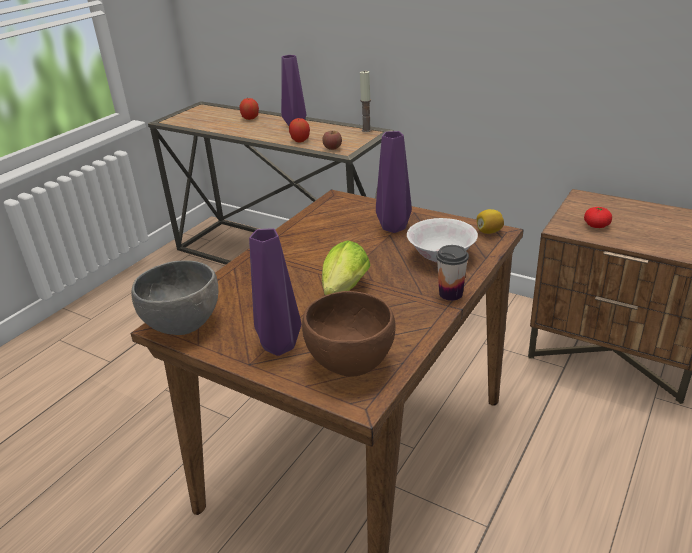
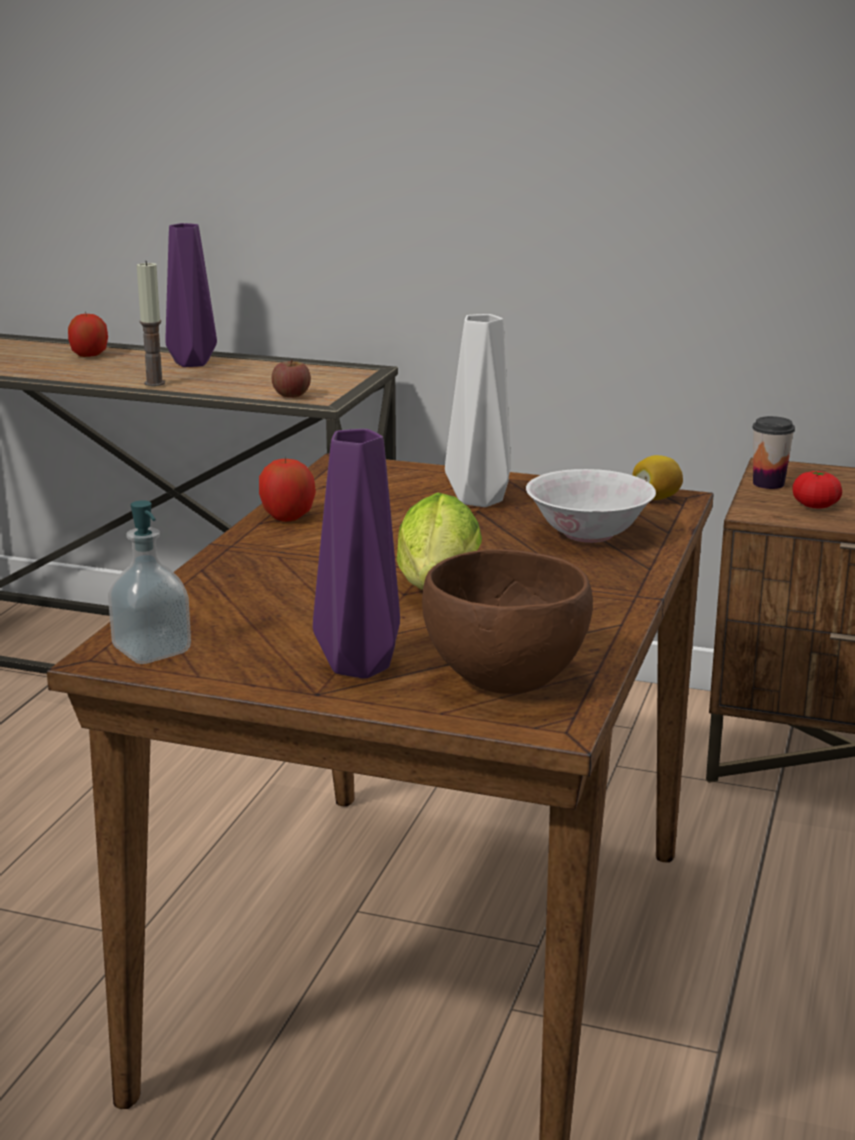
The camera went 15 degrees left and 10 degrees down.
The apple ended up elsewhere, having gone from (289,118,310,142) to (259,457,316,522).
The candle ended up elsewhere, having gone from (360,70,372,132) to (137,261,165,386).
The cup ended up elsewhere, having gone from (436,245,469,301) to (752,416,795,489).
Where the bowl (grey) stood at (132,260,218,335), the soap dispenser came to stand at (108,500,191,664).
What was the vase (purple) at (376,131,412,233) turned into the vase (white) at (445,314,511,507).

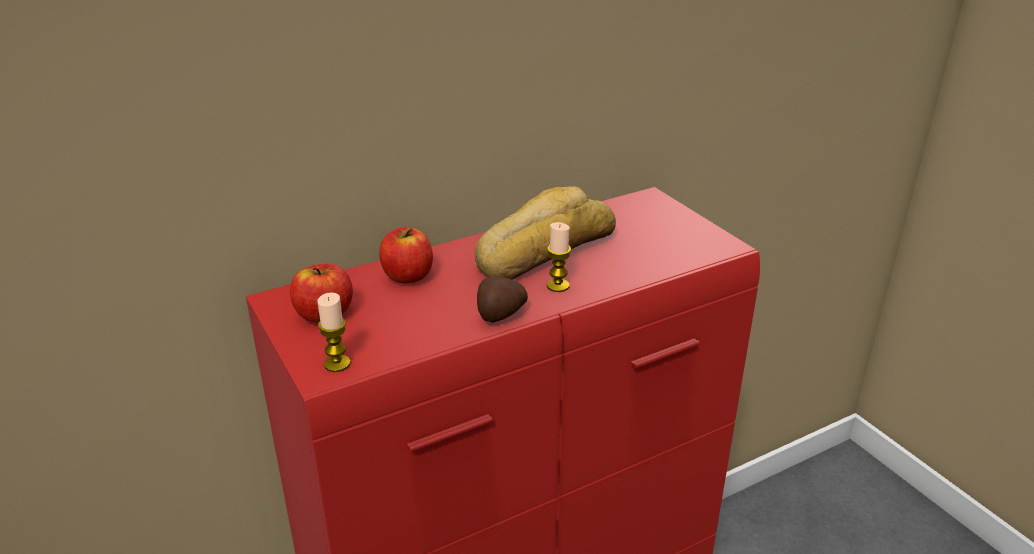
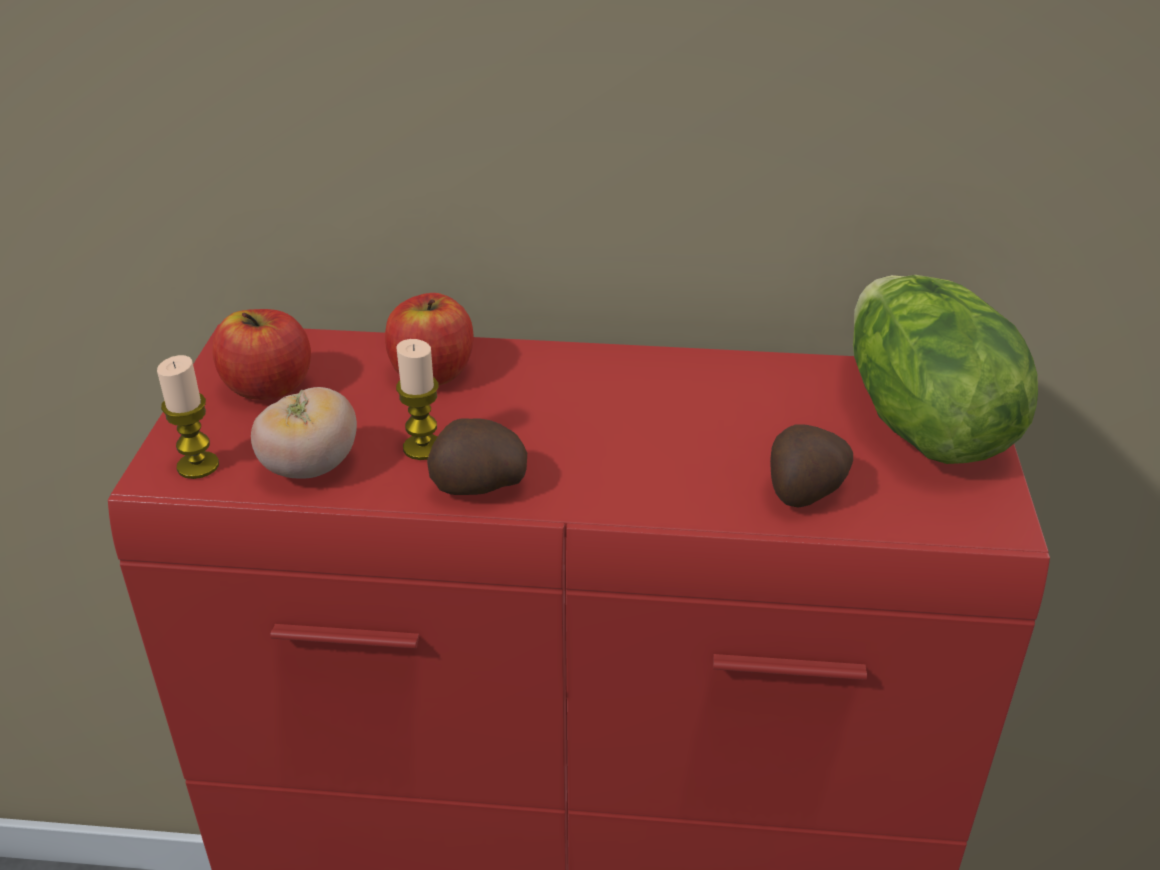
The camera went 35 degrees right and 5 degrees up.
The second view lost the bread at (474,186,616,280).
The second view gained the tomato at (251,387,357,478).
The second view gained the potato at (770,424,853,508).
The second view gained the lettuce at (853,275,1038,464).
The candle ended up elsewhere, having gone from (547,222,571,292) to (396,339,439,460).

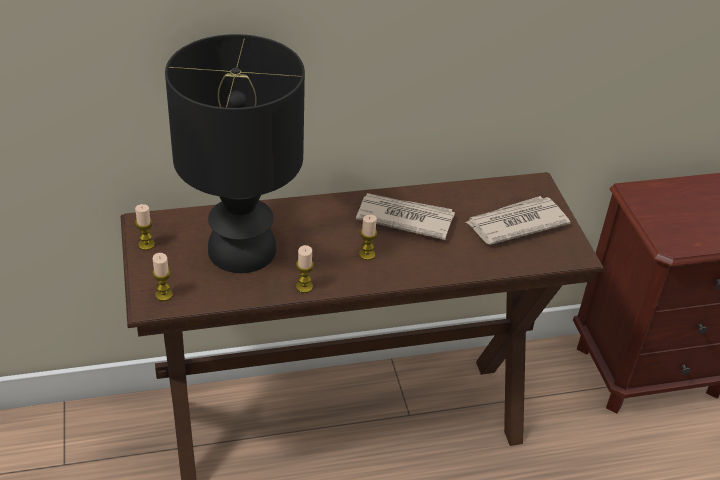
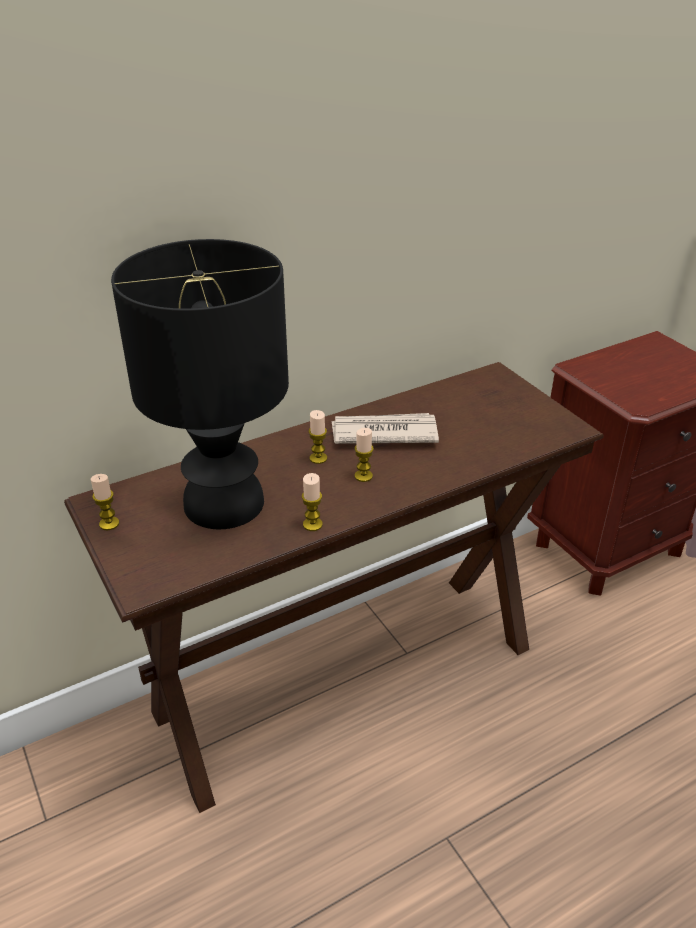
The camera went 15 degrees left and 5 degrees down.
The second view lost the newspaper at (466,196,570,245).
The candle ended up elsewhere, having gone from (152,253,173,301) to (308,410,327,464).

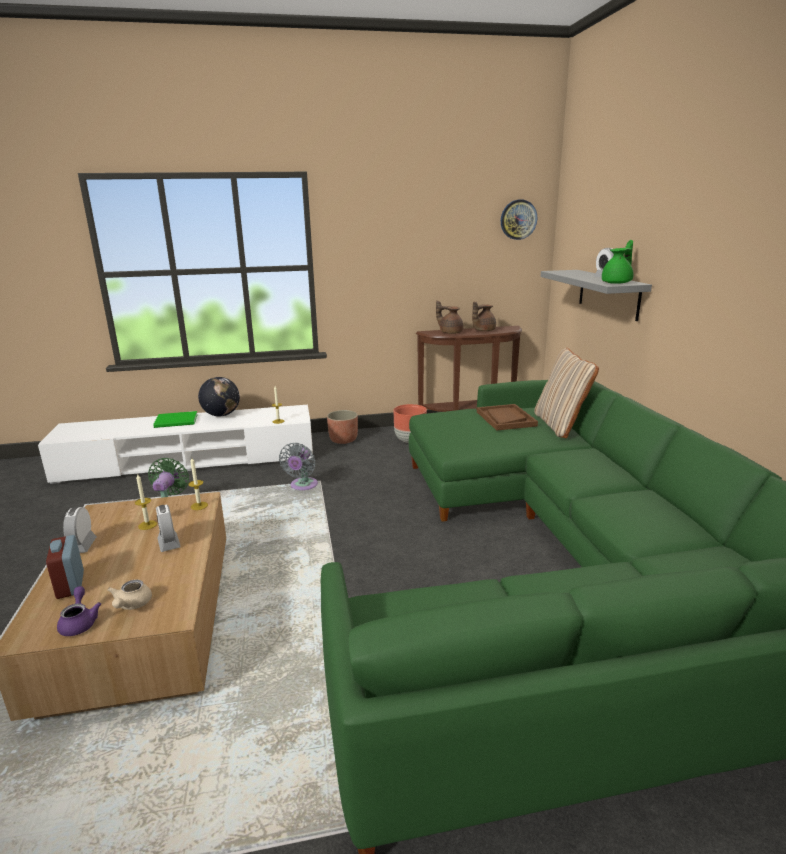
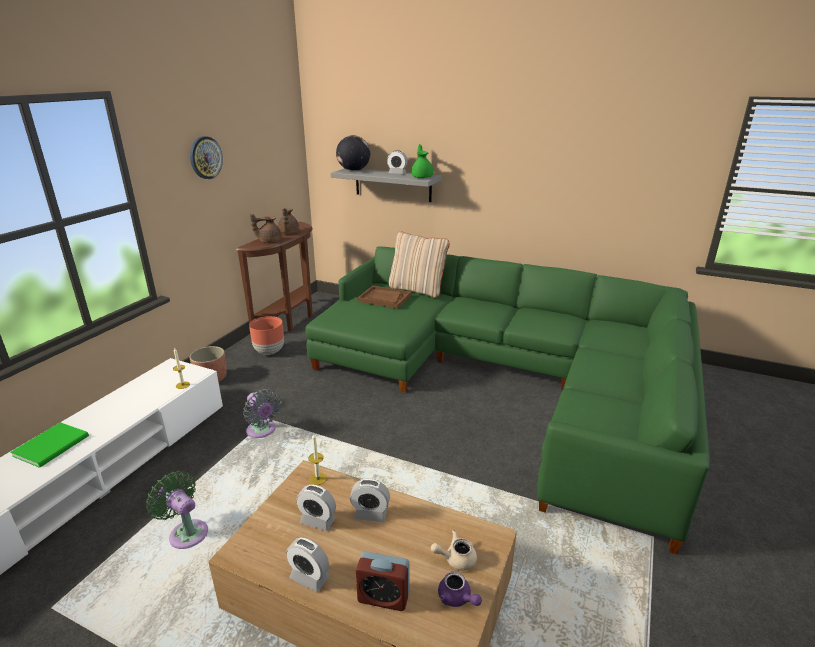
The camera went 55 degrees left and 5 degrees up.
The globe ended up elsewhere, having gone from (198,377,240,417) to (336,135,370,171).
The wall clock ended up elsewhere, having gone from (501,200,537,240) to (190,136,223,179).
Where the candle stood at (135,474,157,530), the alarm clock came to stand at (296,484,336,531).
The teapot (purple) at (57,586,101,636) ended up facing another way, 150 degrees counterclockwise from before.
The teapot (beige) at (107,579,152,610) ended up facing another way, 135 degrees clockwise from before.

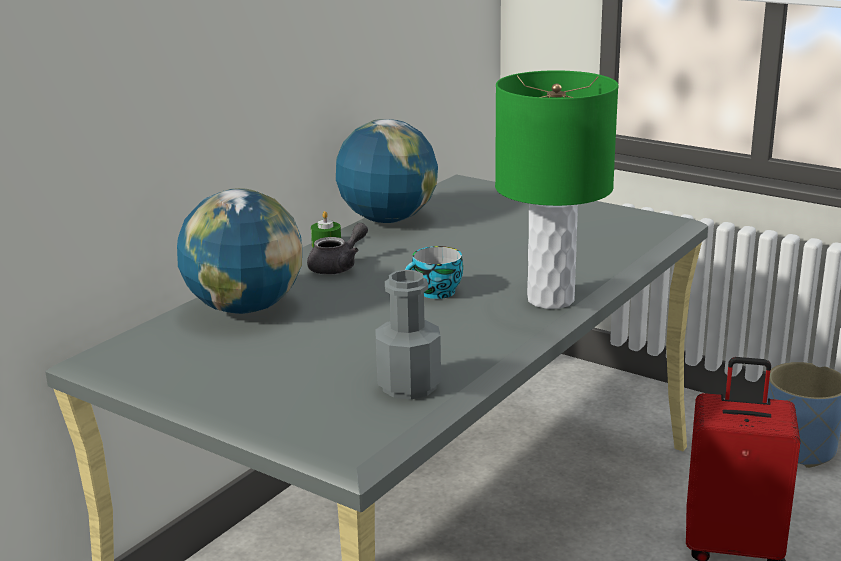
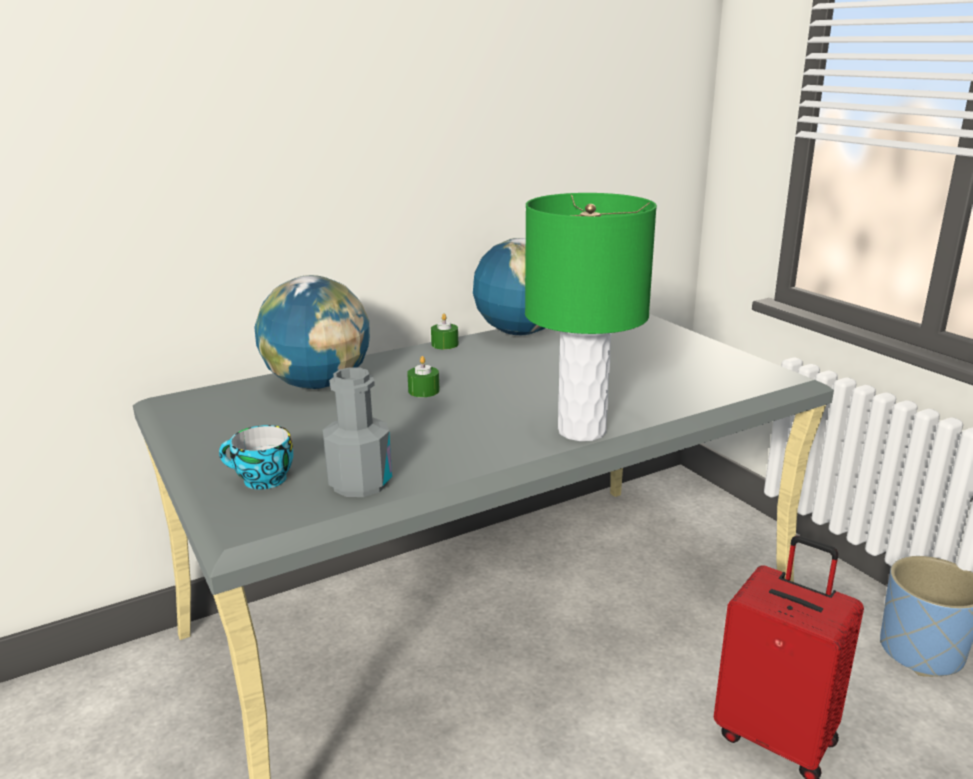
The camera went 25 degrees right and 0 degrees up.
The second view lost the teapot (grey) at (307,223,368,275).
The second view gained the candle (green) at (407,356,440,397).
The cup ended up elsewhere, having gone from (405,246,463,299) to (219,425,293,490).

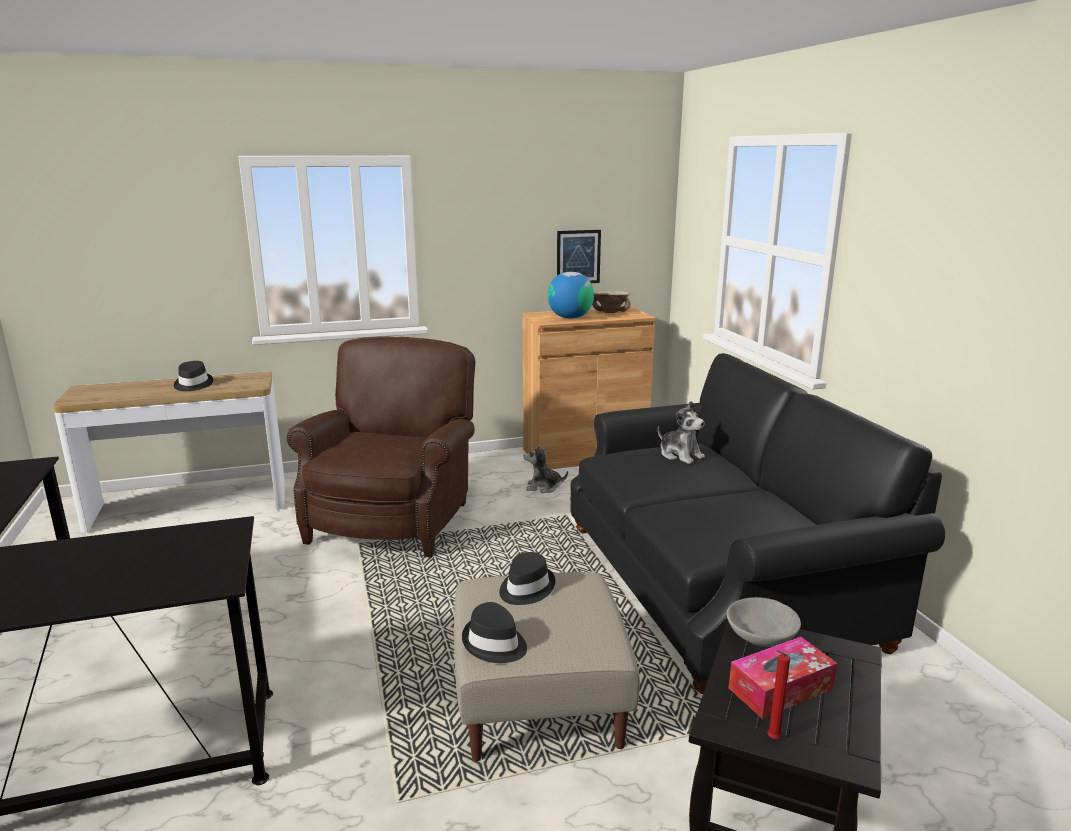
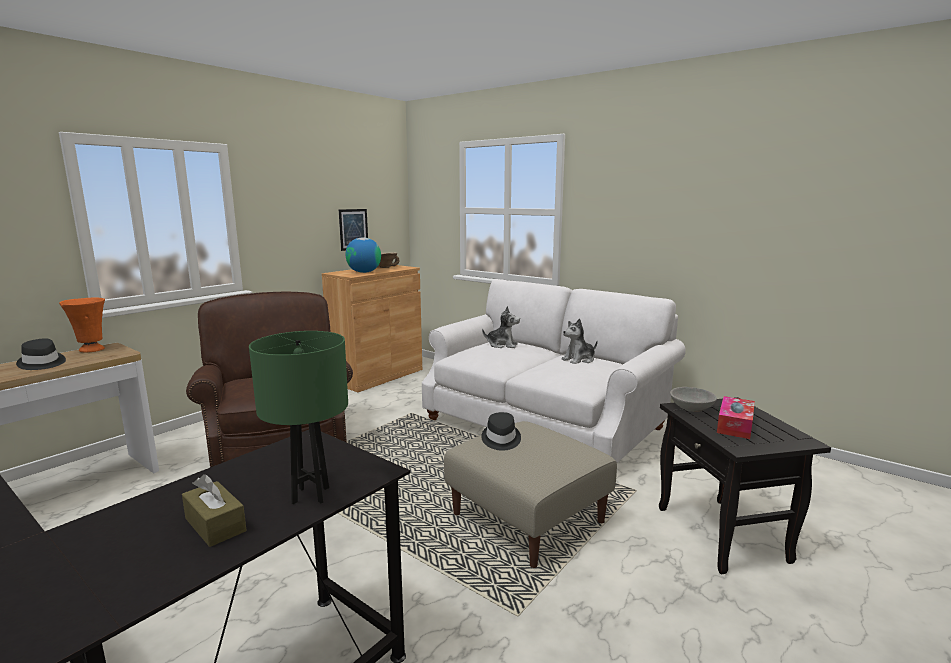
The camera went 35 degrees left and 5 degrees down.
The second view lost the hat (black) at (462,602,527,663).
The second view lost the candle (red) at (768,650,790,739).
The second view gained the vase (orange) at (59,298,105,352).
The second view gained the tissue box (brown) at (182,474,246,547).
The second view gained the table lamp (green) at (249,331,348,504).
The plush toy ended up elsewhere, having gone from (524,444,568,493) to (561,318,598,364).
What was the sofa (black) at (570,353,945,694) turned into the sofa (white) at (422,279,686,463).

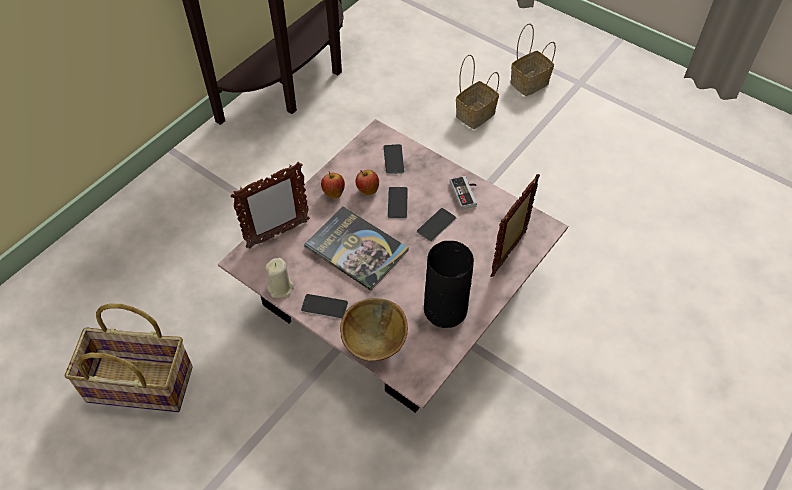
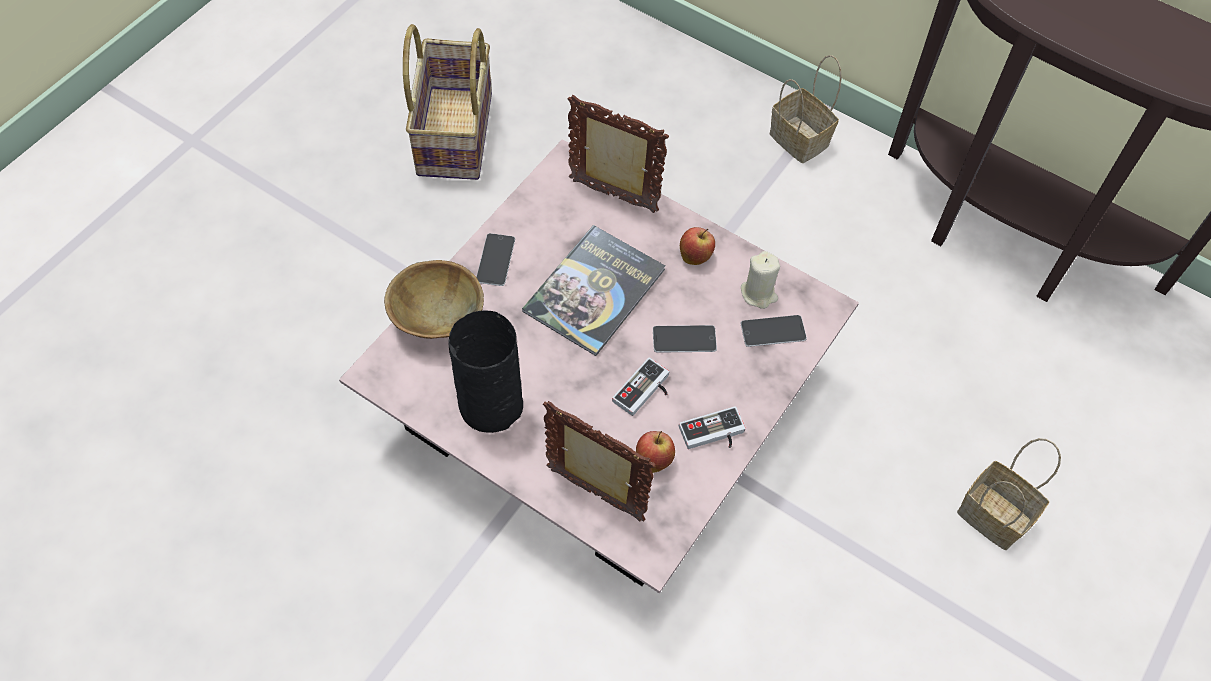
The camera went 85 degrees right and 5 degrees up.
The candle (beige) ended up elsewhere, having gone from (265,258,294,298) to (741,251,780,309).
The apple ended up elsewhere, having gone from (356,170,379,195) to (636,431,675,473).
The basket ended up elsewhere, having gone from (510,24,556,96) to (770,55,842,163).
Where the phone stood at (416,208,456,242), the game controller came to stand at (612,358,669,416).
The picture frame at (230,162,310,249) ended up facing another way, 150 degrees clockwise from before.

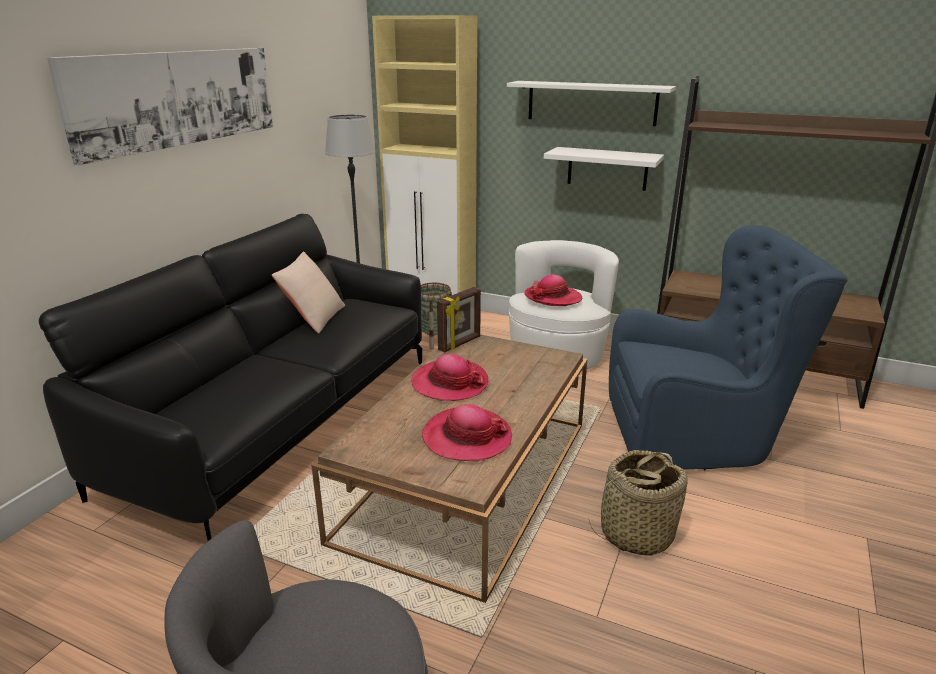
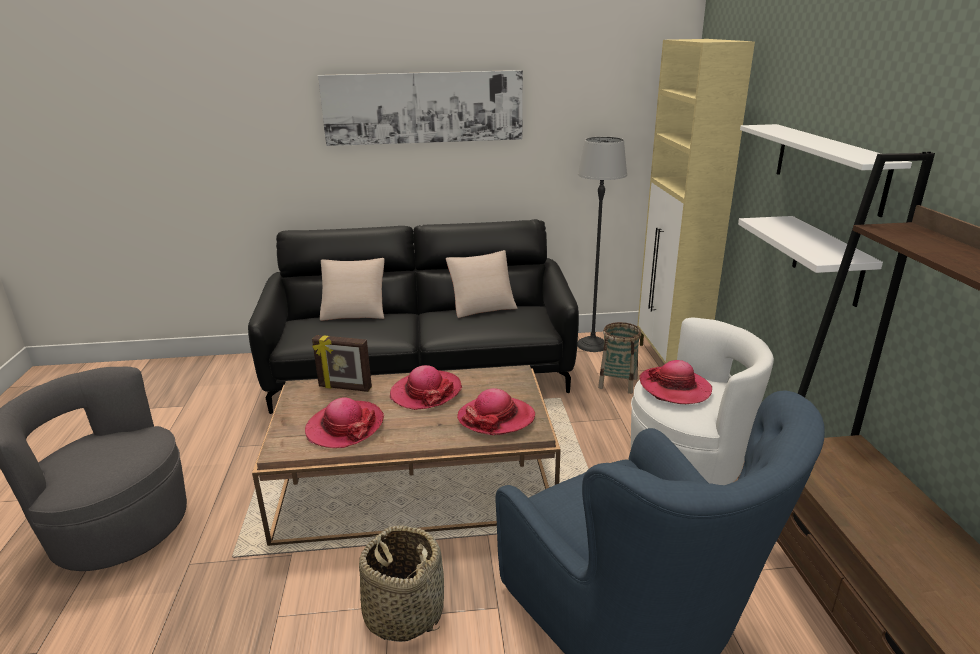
The camera went 60 degrees right and 0 degrees up.
The second view gained the pillow (beige) at (320,258,385,321).
The second view gained the hat at (457,388,535,435).
The picture frame ended up elsewhere, having gone from (437,287,481,353) to (312,335,372,392).

